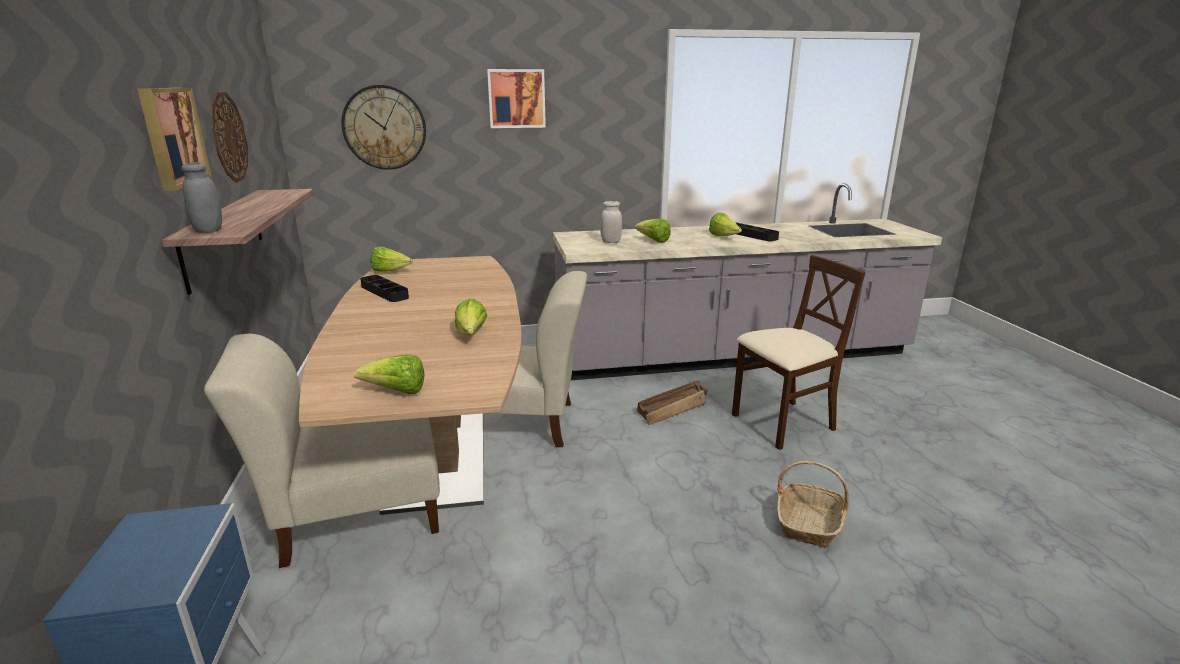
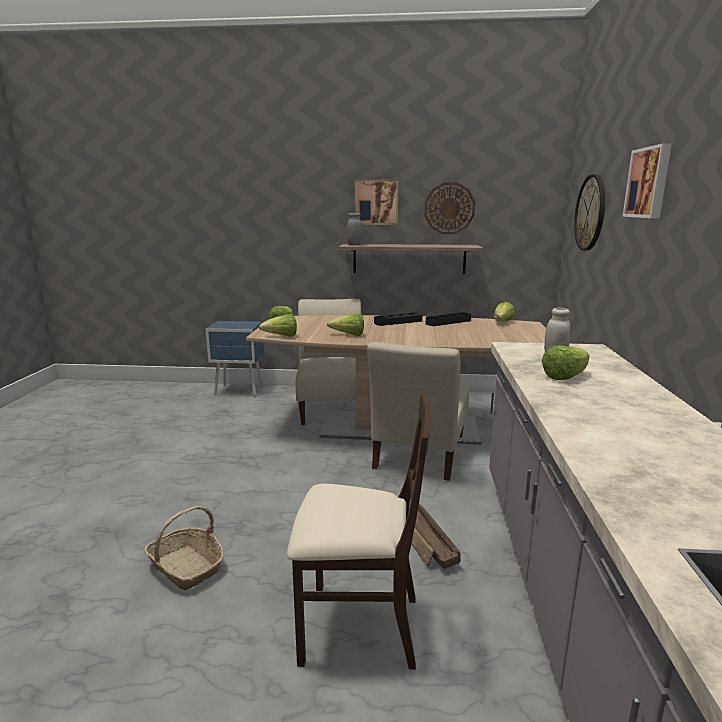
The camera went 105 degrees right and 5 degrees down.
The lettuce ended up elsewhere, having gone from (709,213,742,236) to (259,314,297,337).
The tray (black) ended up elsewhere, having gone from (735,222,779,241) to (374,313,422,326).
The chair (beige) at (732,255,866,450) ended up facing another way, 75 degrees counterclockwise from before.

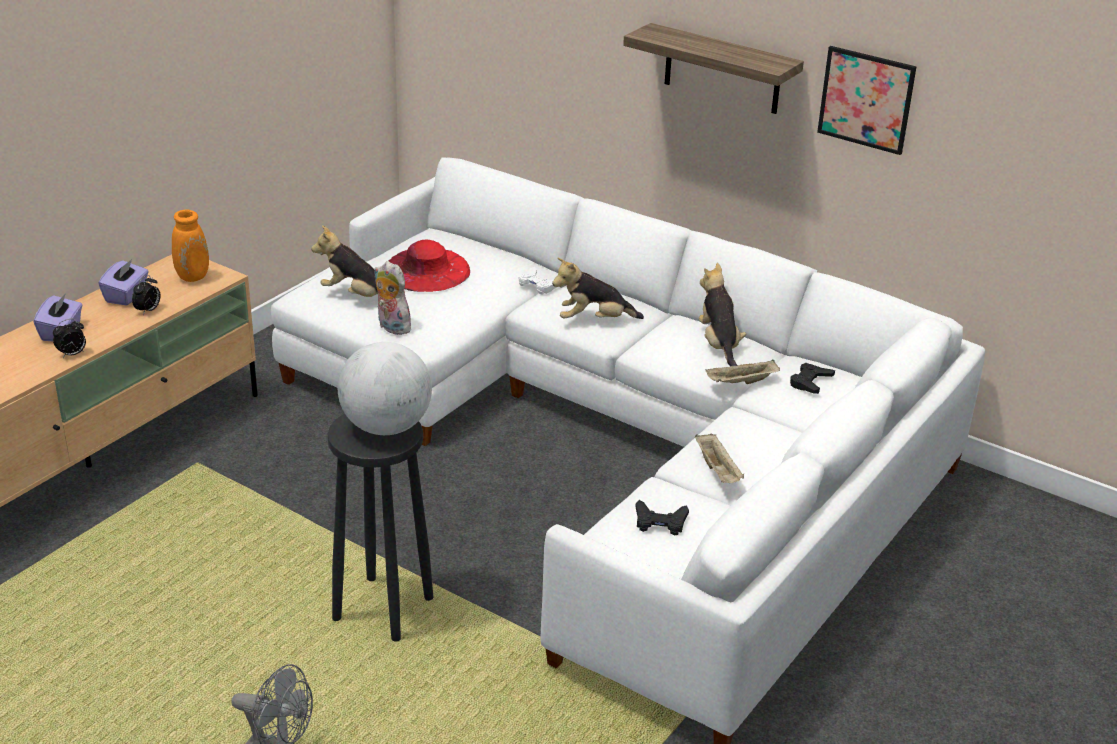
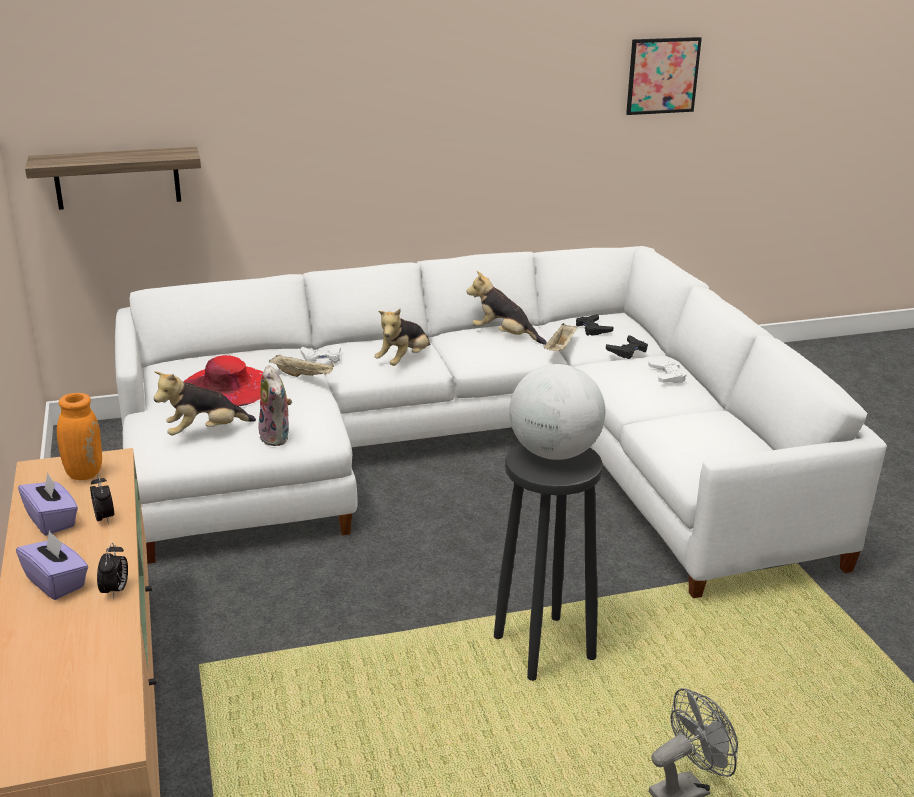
The camera went 50 degrees left and 5 degrees down.
The second view gained the game controller (white) at (648,361,687,383).
The shelf ended up elsewhere, having gone from (623,23,804,114) to (25,147,201,210).
The game controller (black) ended up elsewhere, having gone from (635,500,689,535) to (606,335,648,359).
The tray (beige) ended up elsewhere, having gone from (695,433,744,483) to (269,354,334,377).
The picture ended up elsewhere, having gone from (817,46,917,155) to (626,37,702,115).
The plush toy at (374,261,411,335) ended up facing another way, 105 degrees counterclockwise from before.

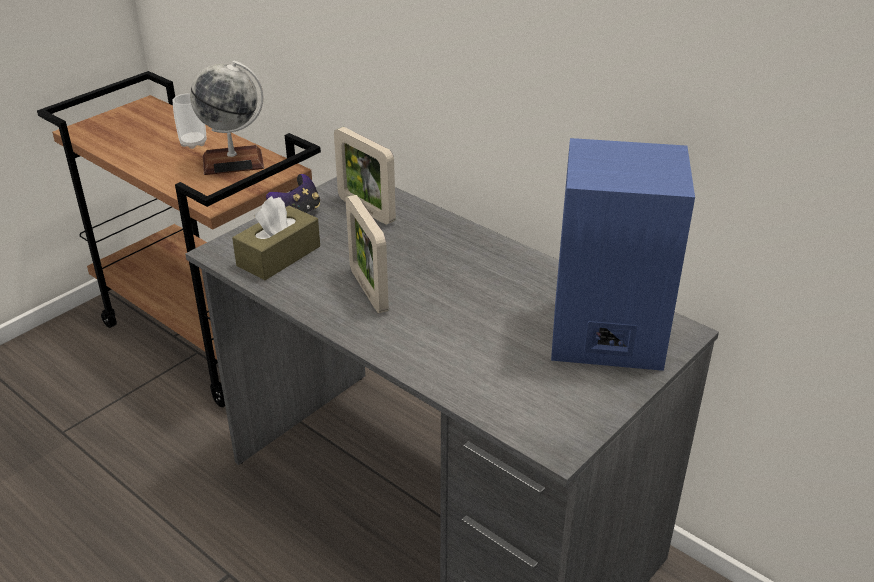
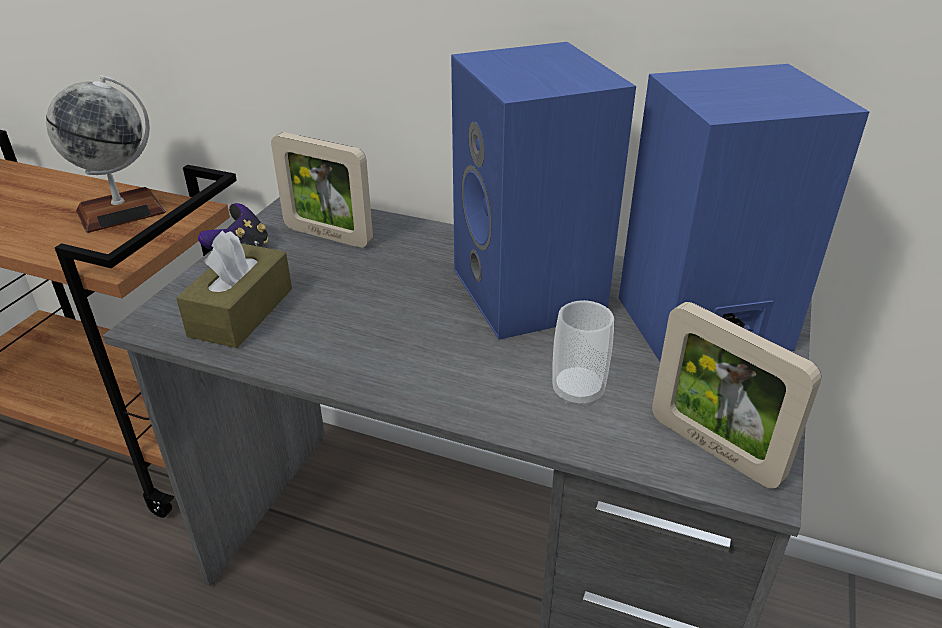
The camera went 20 degrees left and 0 degrees up.
The second view gained the speaker (blue) at (451,42,636,340).
The cup ended up elsewhere, having gone from (172,93,207,149) to (552,300,614,406).
The picture frame ended up elsewhere, having gone from (346,195,389,313) to (652,302,822,489).

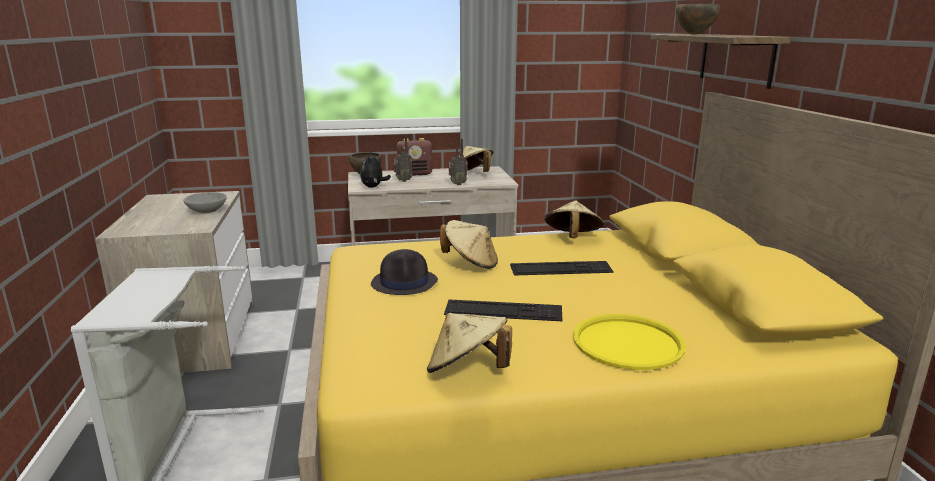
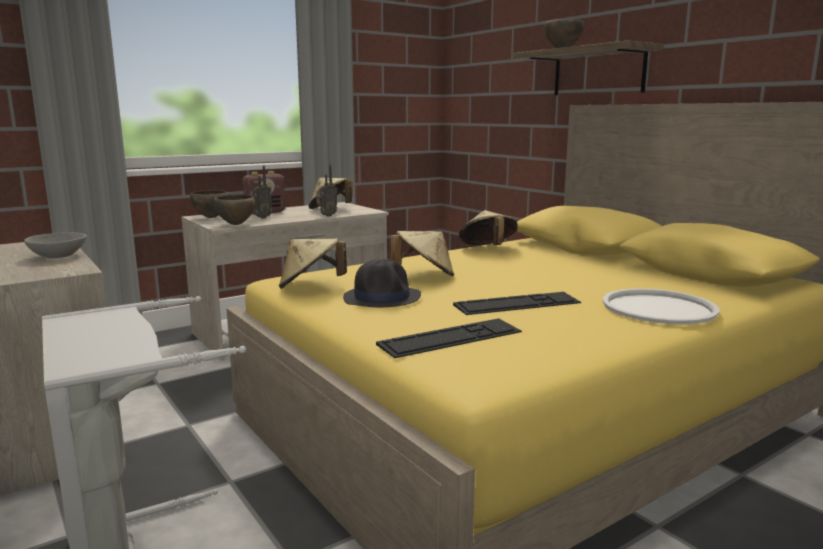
The camera went 25 degrees left and 5 degrees down.
The hat (beige) ended up elsewhere, having gone from (427,313,512,373) to (279,238,347,289).
The keyboard ended up elsewhere, having gone from (510,261,614,275) to (376,318,522,358).
Where the plush toy stood at (360,152,391,188), the bowl (brown) came to stand at (214,195,255,225).
What was the tray (yellow) at (573,314,686,370) turned into the tray (white) at (602,288,719,324).

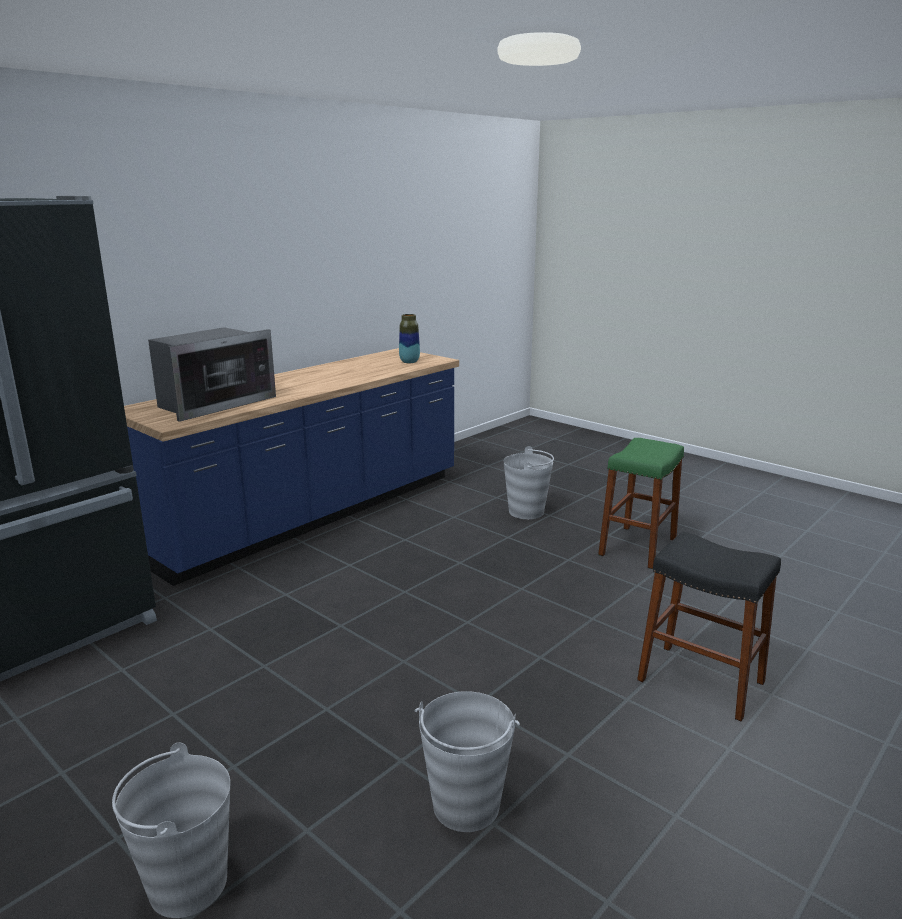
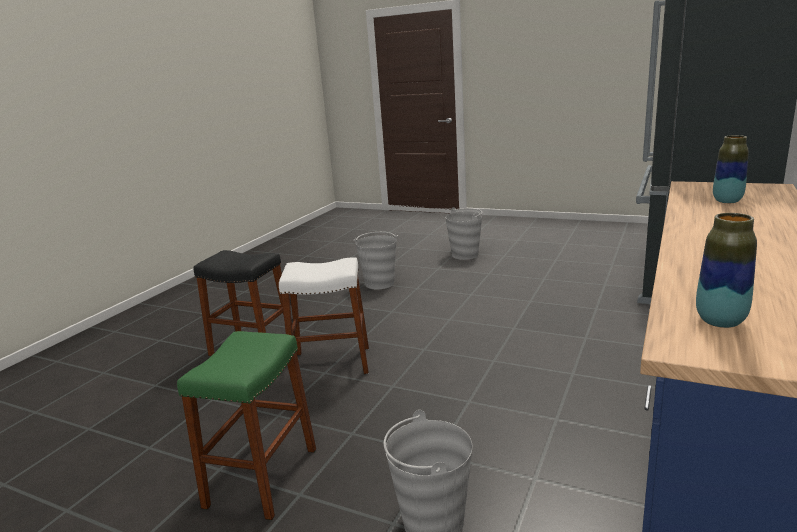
The camera went 165 degrees right and 0 degrees up.
The second view gained the stool (white) at (279,257,369,380).
Where the microwave stood at (148,327,276,422), the vase came to stand at (713,135,749,203).

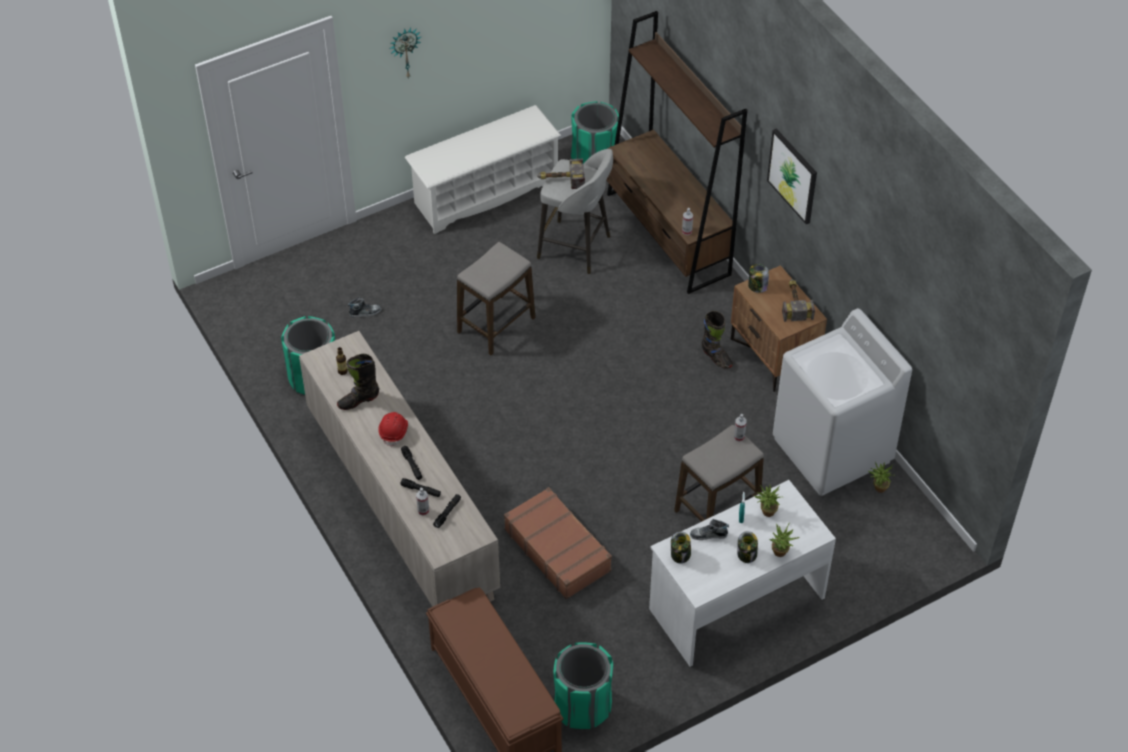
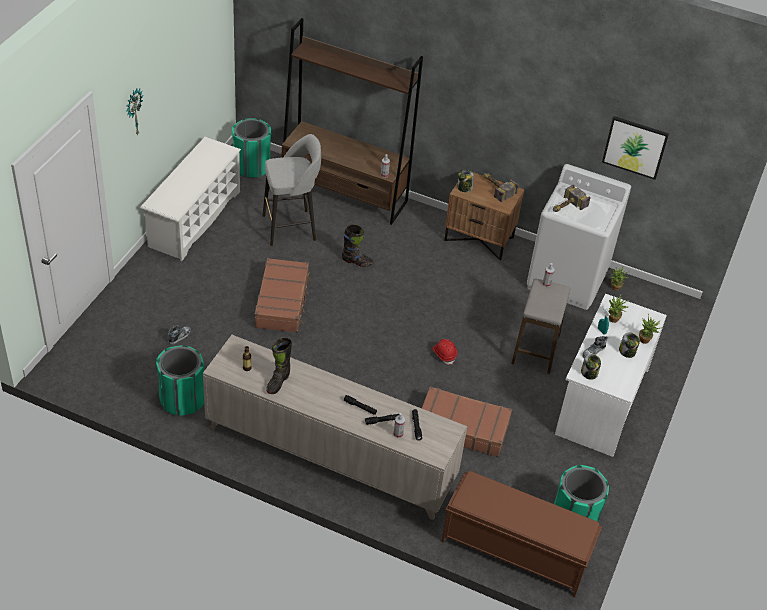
The camera went 40 degrees left and 5 degrees down.
The hard hat (red) ended up elsewhere, having gone from (378,412,408,447) to (432,339,457,364).
The hammer ended up elsewhere, having gone from (537,159,585,189) to (553,184,591,212).
The boot (black) ended up elsewhere, having gone from (701,311,733,369) to (342,224,374,267).
The picture ended up elsewhere, having gone from (767,128,817,224) to (602,116,669,180).
Where the stool stood at (457,242,535,355), the suitcase (brown) came to stand at (255,258,311,333).

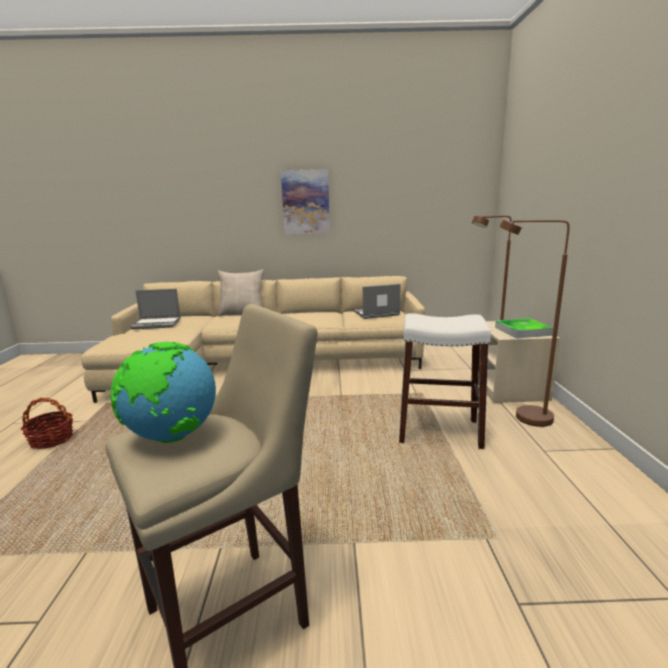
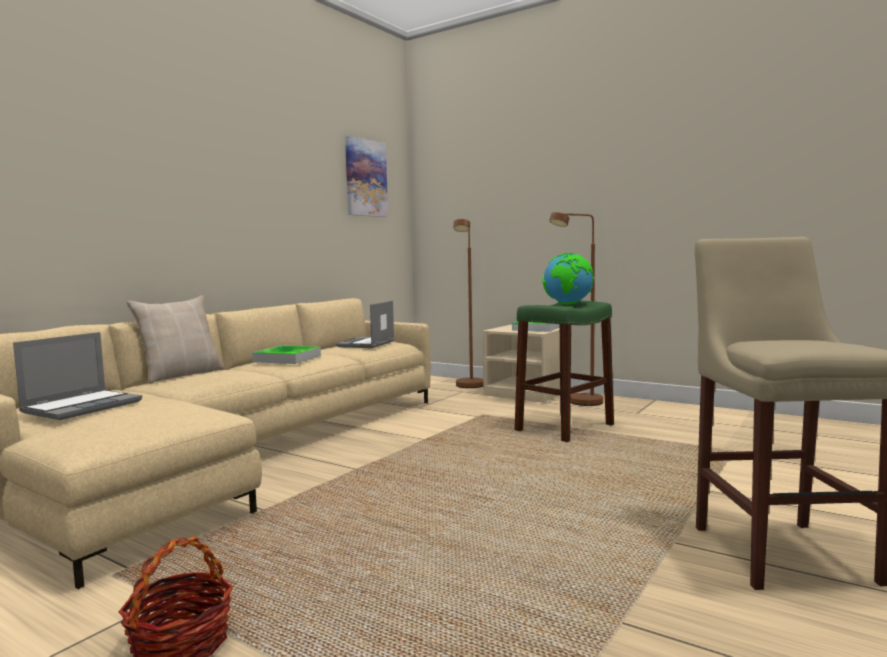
The camera went 55 degrees left and 10 degrees down.
The second view gained the tray at (252,346,321,364).
The globe ended up elsewhere, having gone from (111,342,216,443) to (543,253,594,304).
The picture ended up elsewhere, having gone from (281,169,330,235) to (345,136,388,217).
What was the stool (white) at (399,313,491,449) turned into the stool (green) at (515,301,614,442).

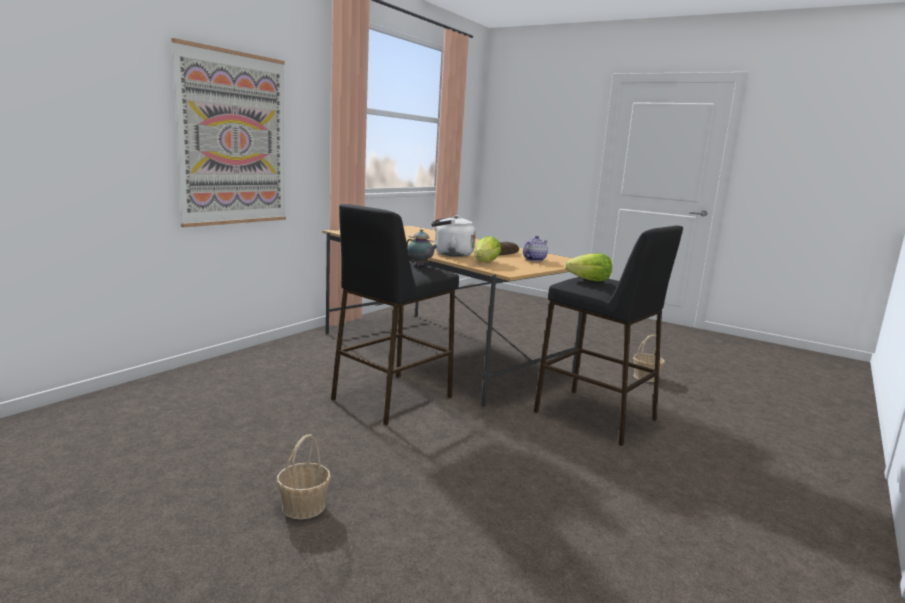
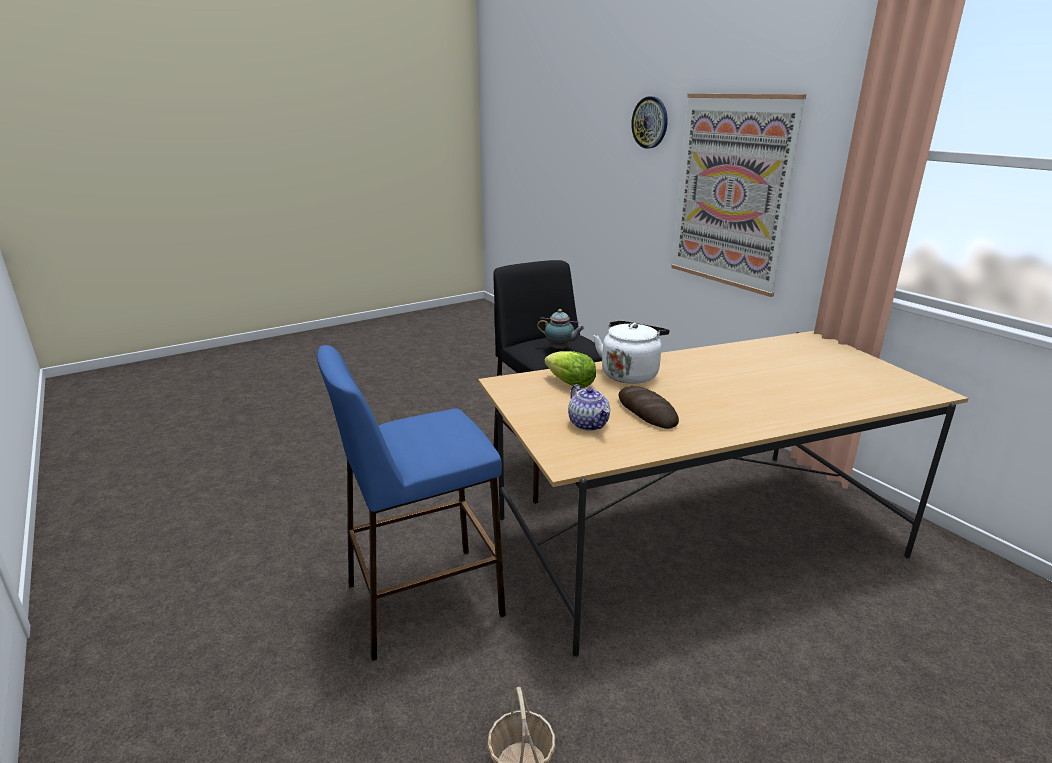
The camera went 115 degrees right and 10 degrees up.
The second view lost the basket at (277,434,331,520).
The second view lost the lettuce at (565,253,612,281).
The second view gained the wall clock at (631,96,668,149).
What was the stool (black) at (534,225,683,446) turned into the stool (blue) at (317,345,506,661).
The teapot at (407,229,438,266) ended up facing another way, 135 degrees counterclockwise from before.

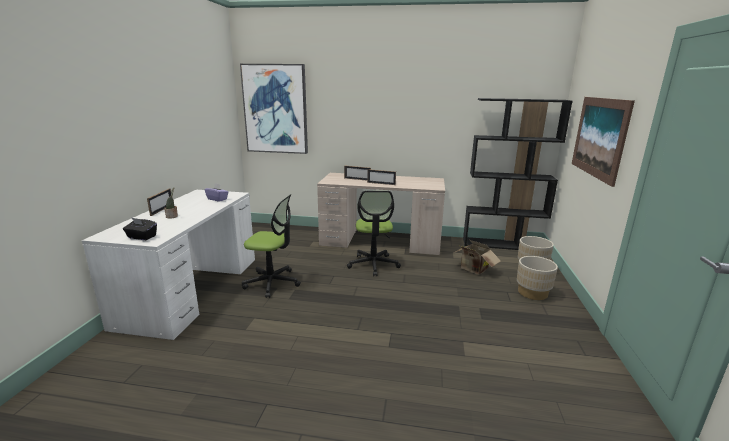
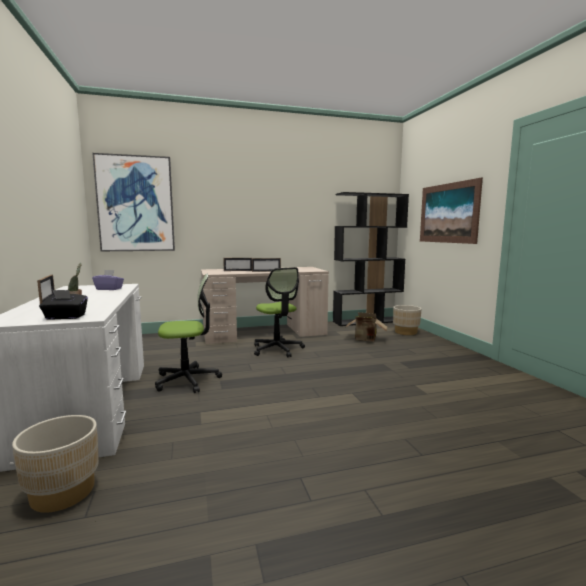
The camera went 25 degrees left and 10 degrees down.
The planter (beige) ended up elsewhere, having gone from (517,256,558,300) to (12,415,99,513).

